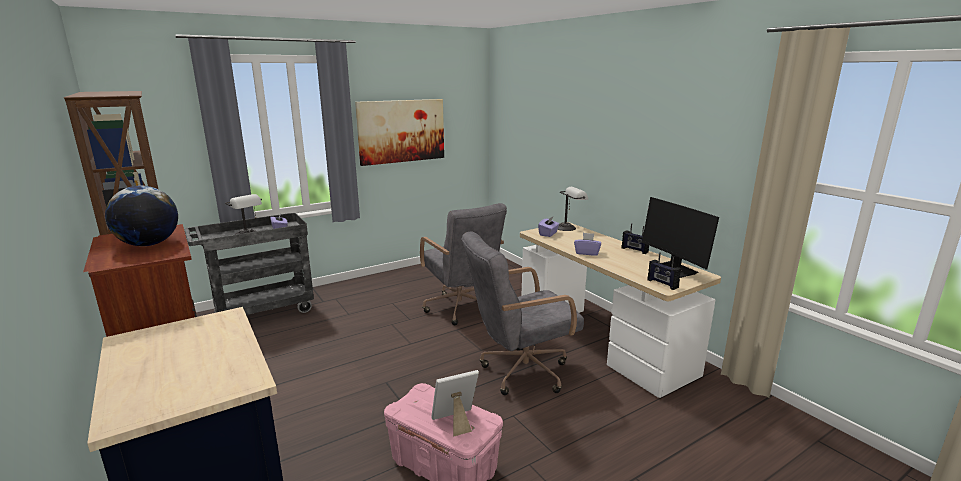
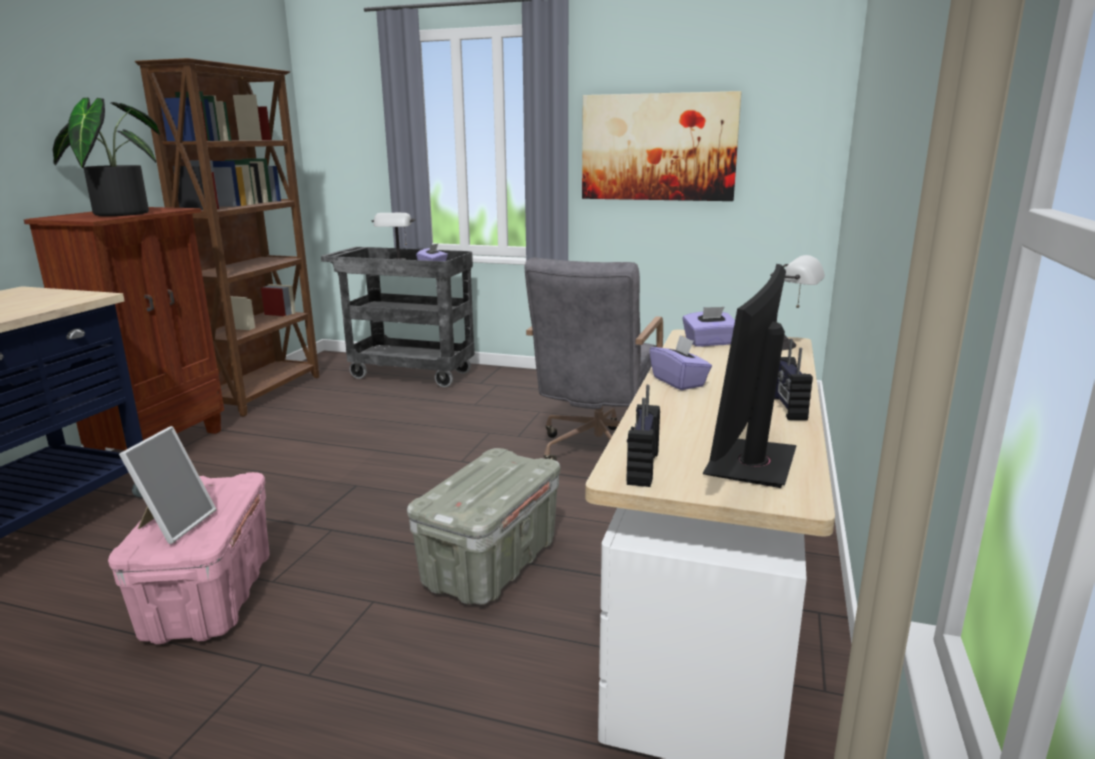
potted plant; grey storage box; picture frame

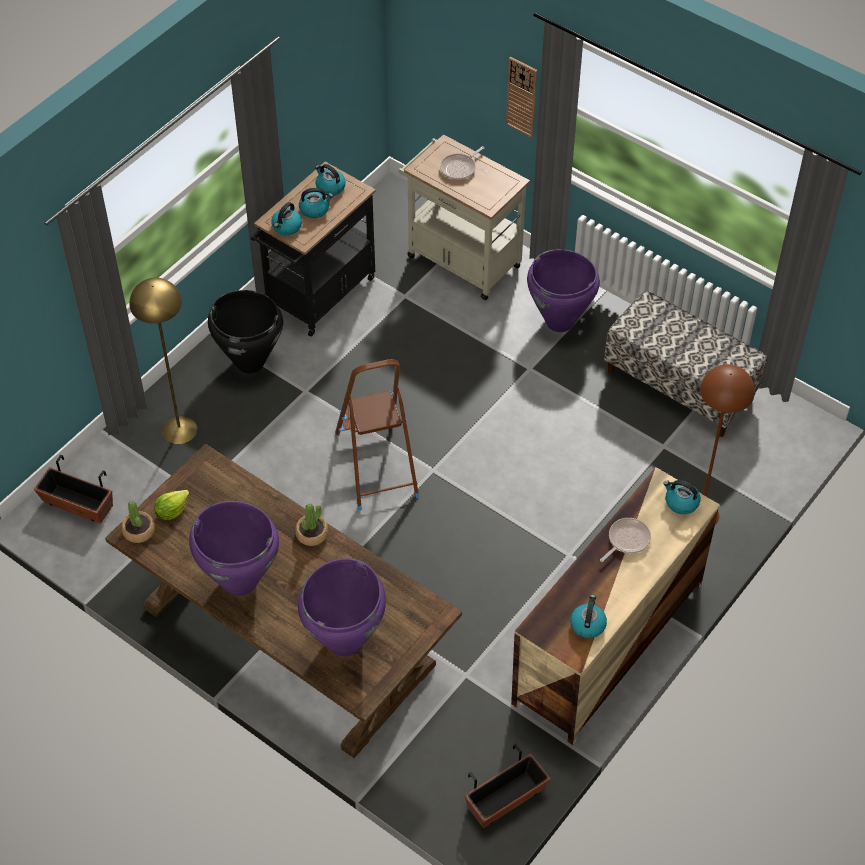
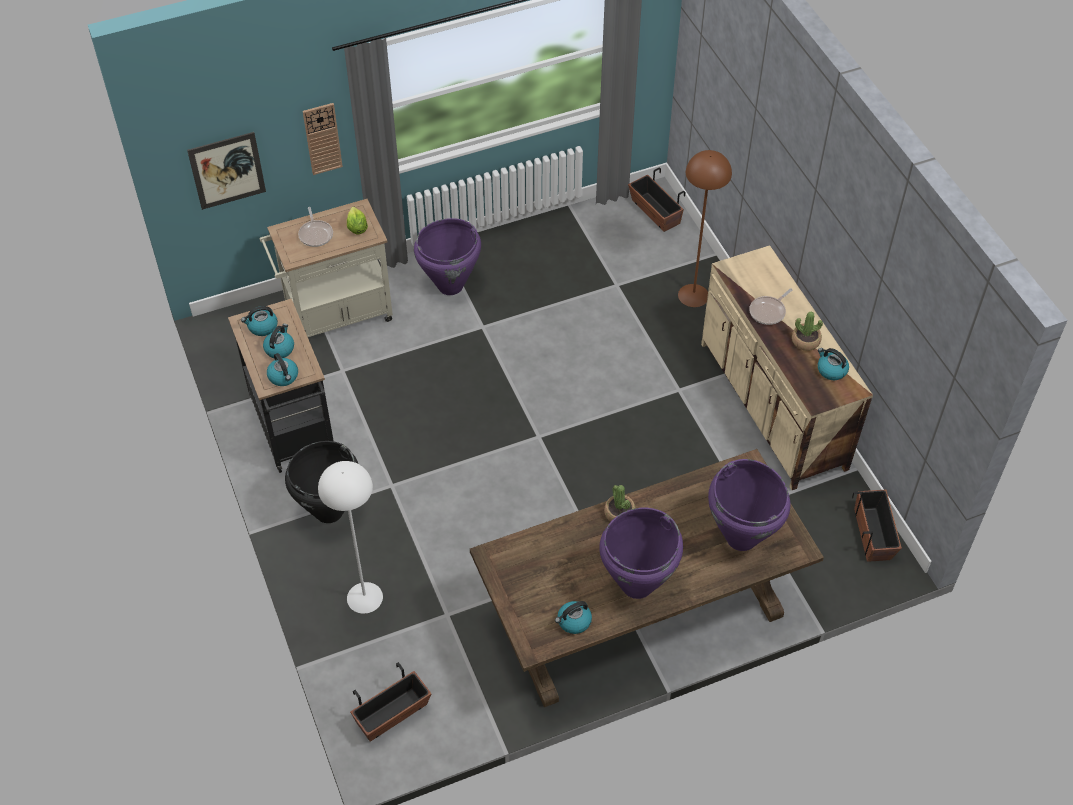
brown step ladder; bench; picture; planter (2nd from left); potted plant (2nd from left); lettuce; kettle (4th from left); white floor lamp; frying pan (2nd from left)

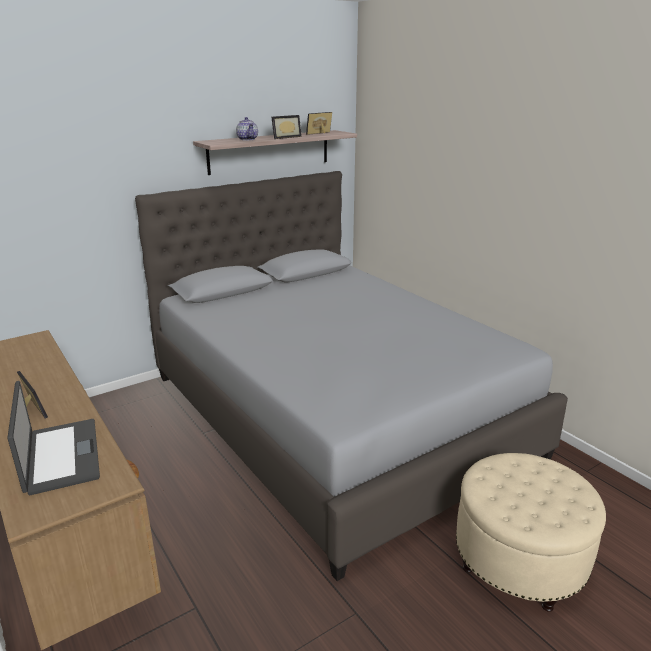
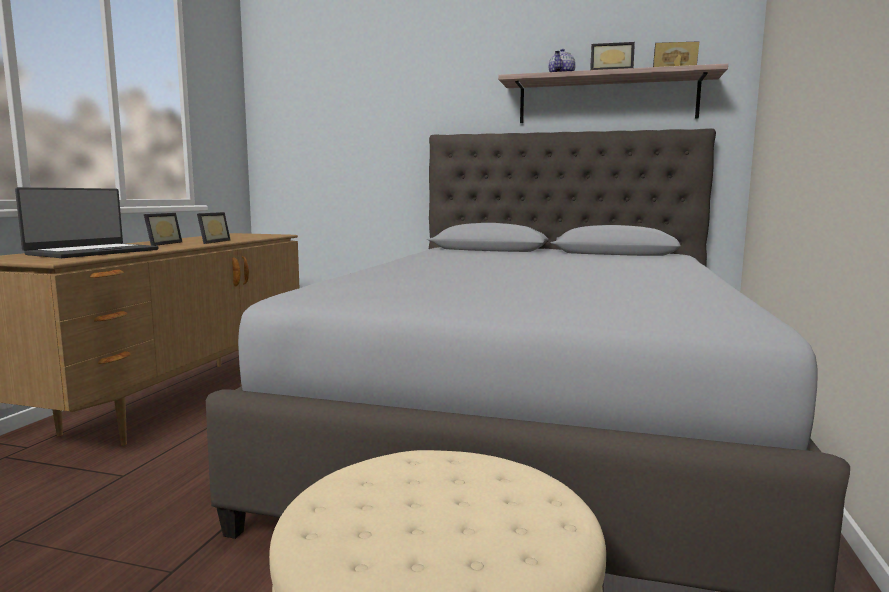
picture frame (2nd from left)

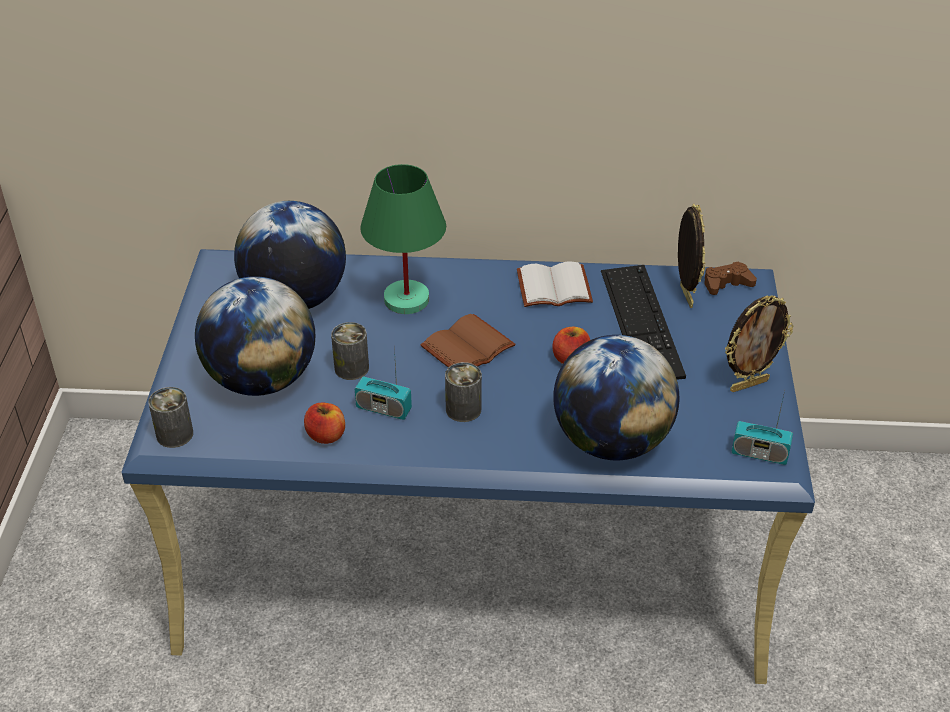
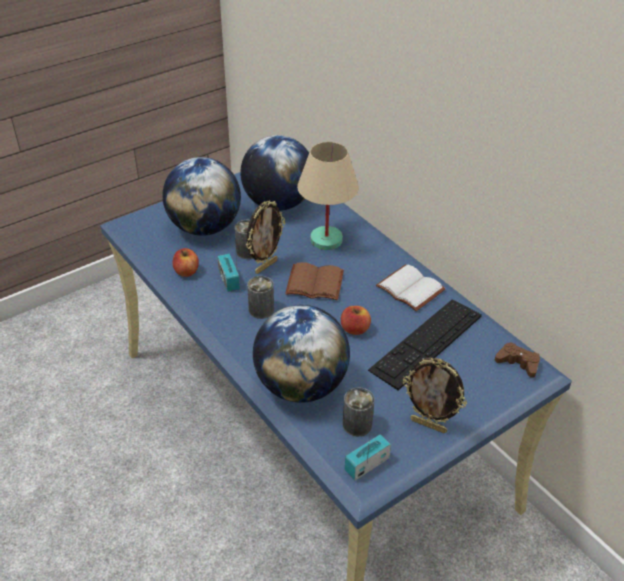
can (3rd from left); picture frame (1st from left); beige table lamp; radio (2nd from left)

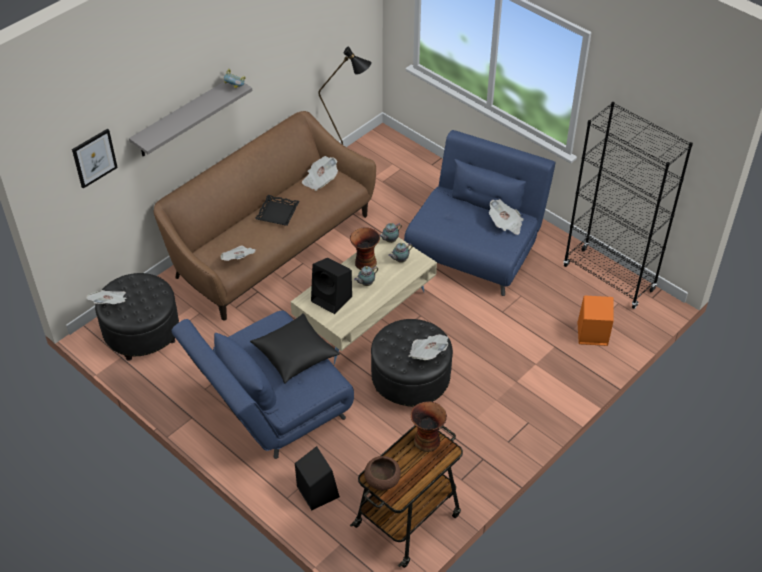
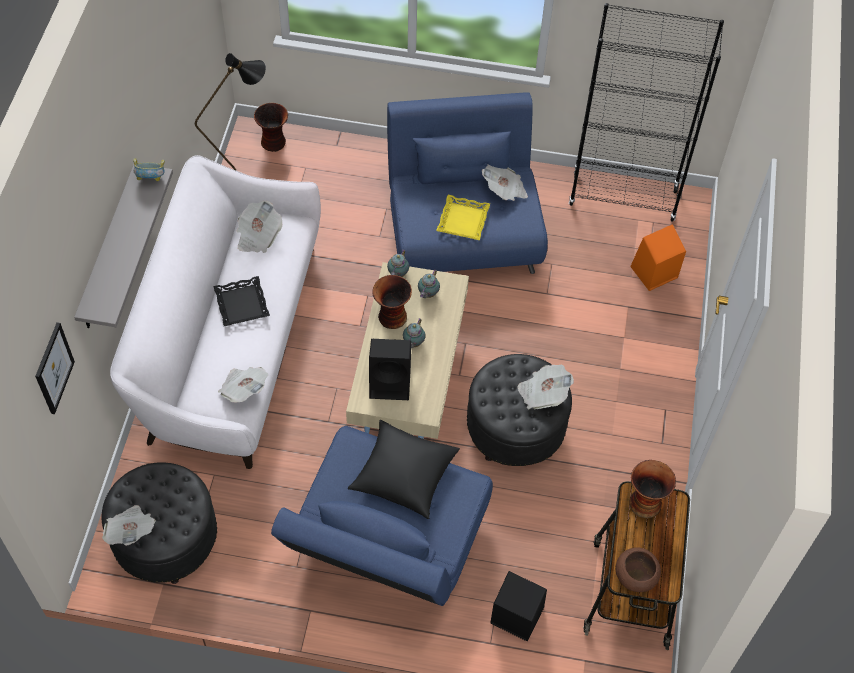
vase (1st from left); yellow tray; white sofa

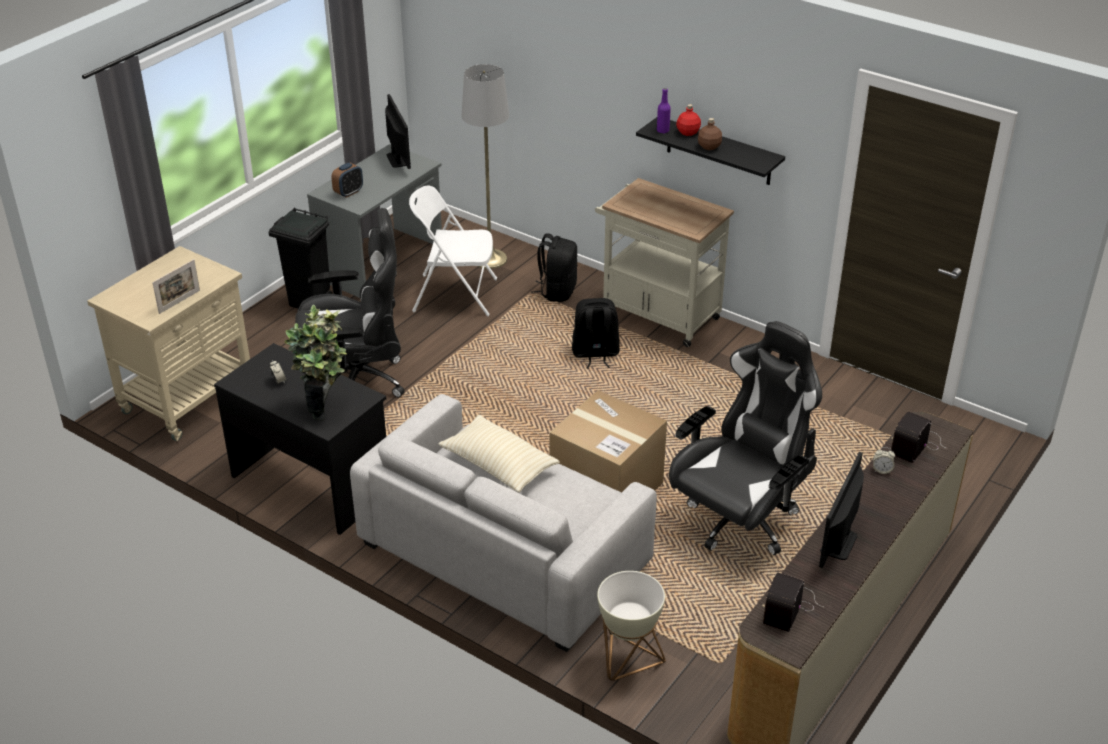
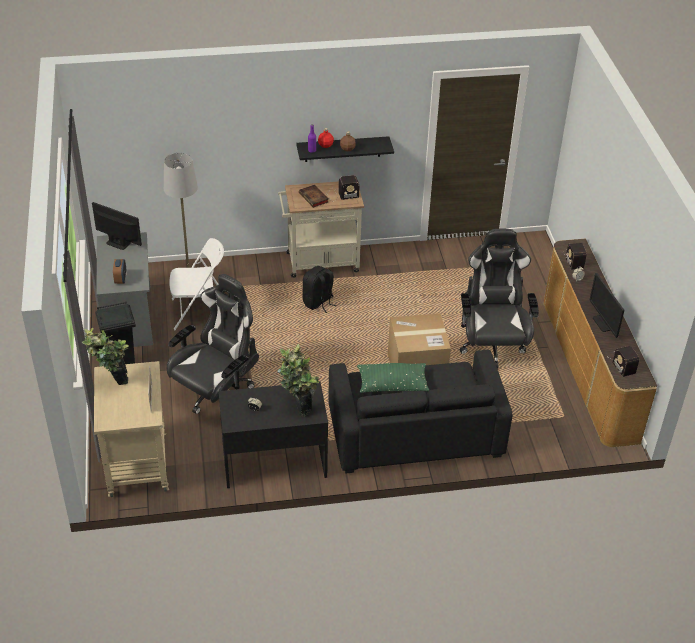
black backpack (1st from left in the first image); planter; potted plant (1st from left); book; radio (1st from left); black sofa; green pillow; white chair

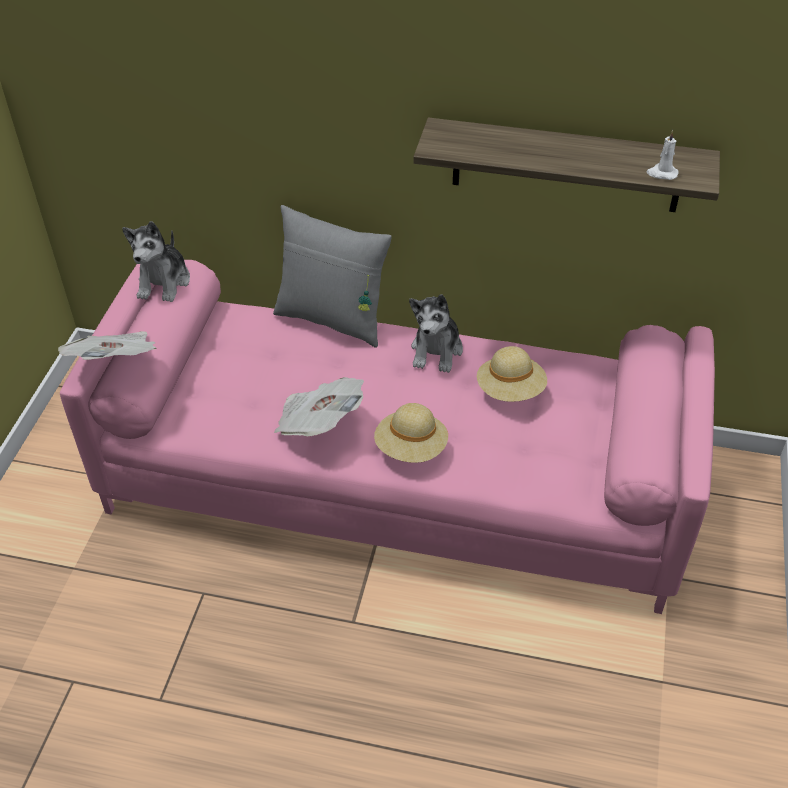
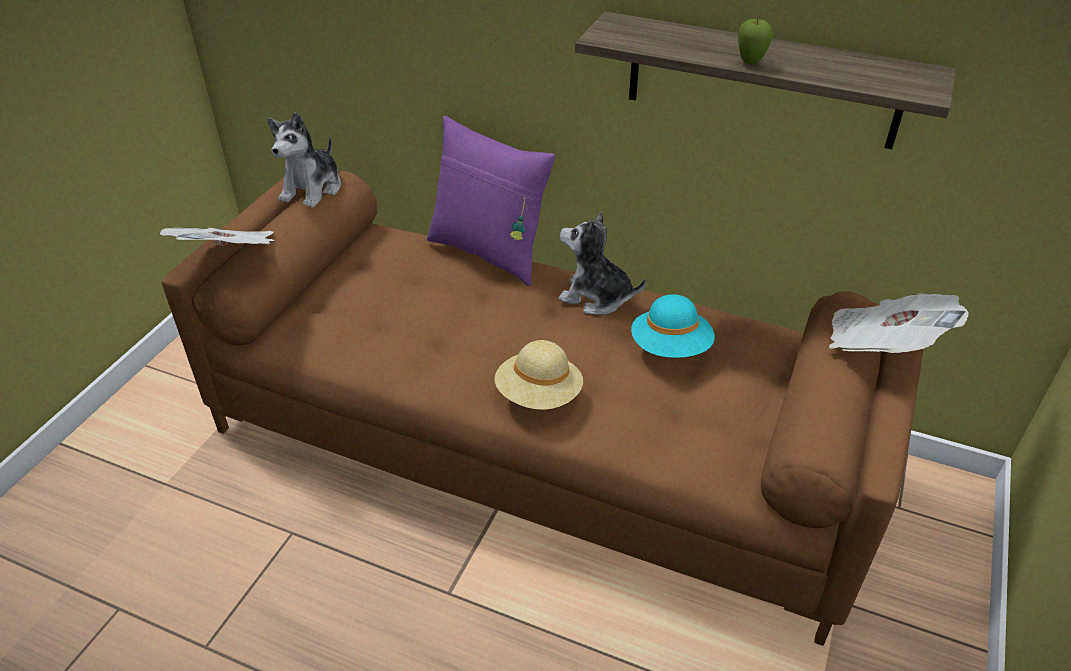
white candle; apple; newspaper (2nd from left); brown sofa; purple pillow; turquoise hat; plush toy (2nd from left)

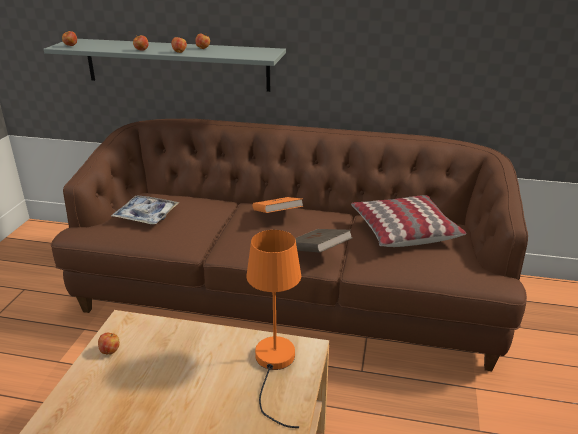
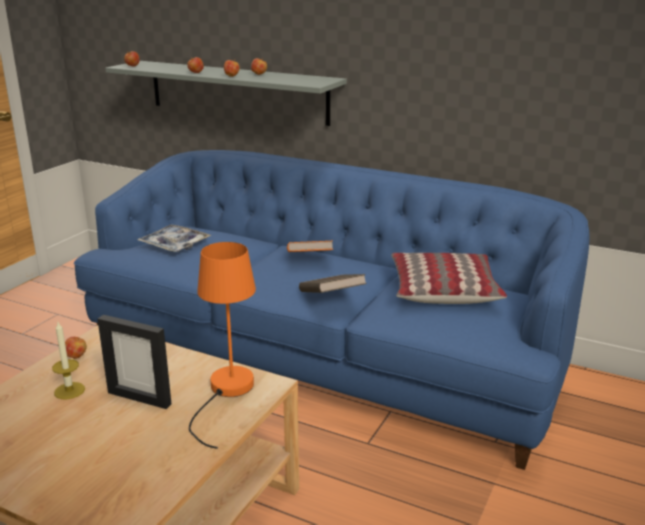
candle; picture frame; blue sofa

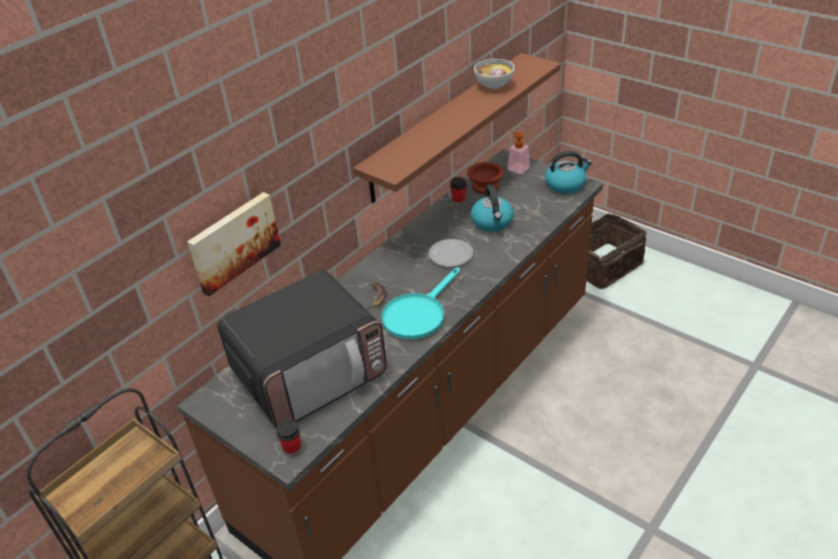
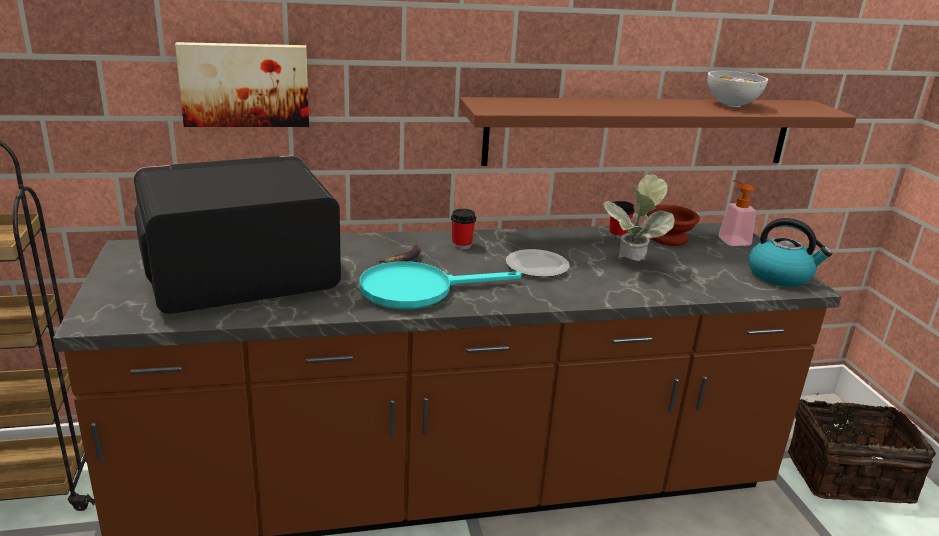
cup (1st from left); potted plant; microwave

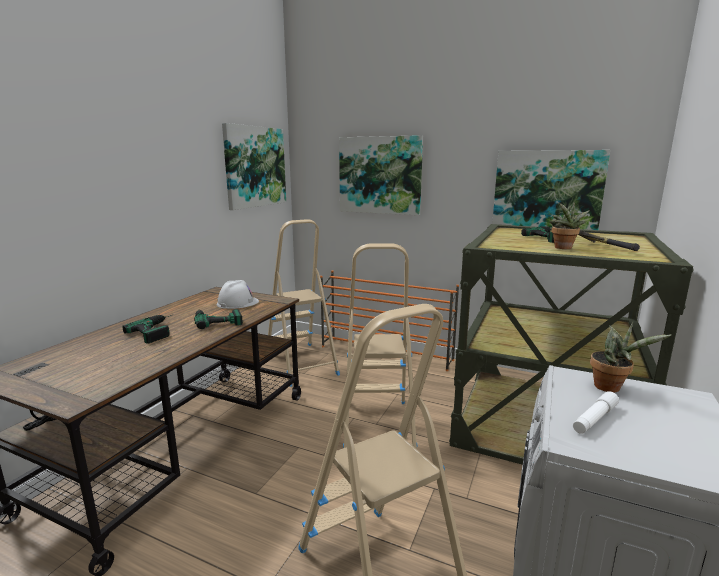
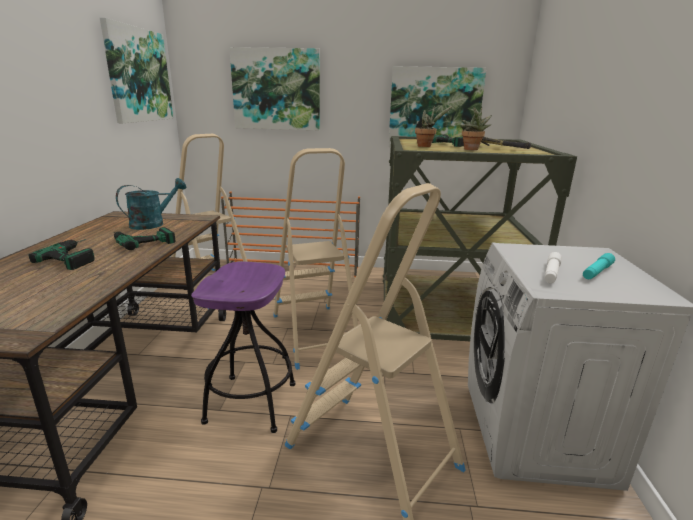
purple stool; turquoise flashlight; potted plant (1st from left); turquoise watering can

